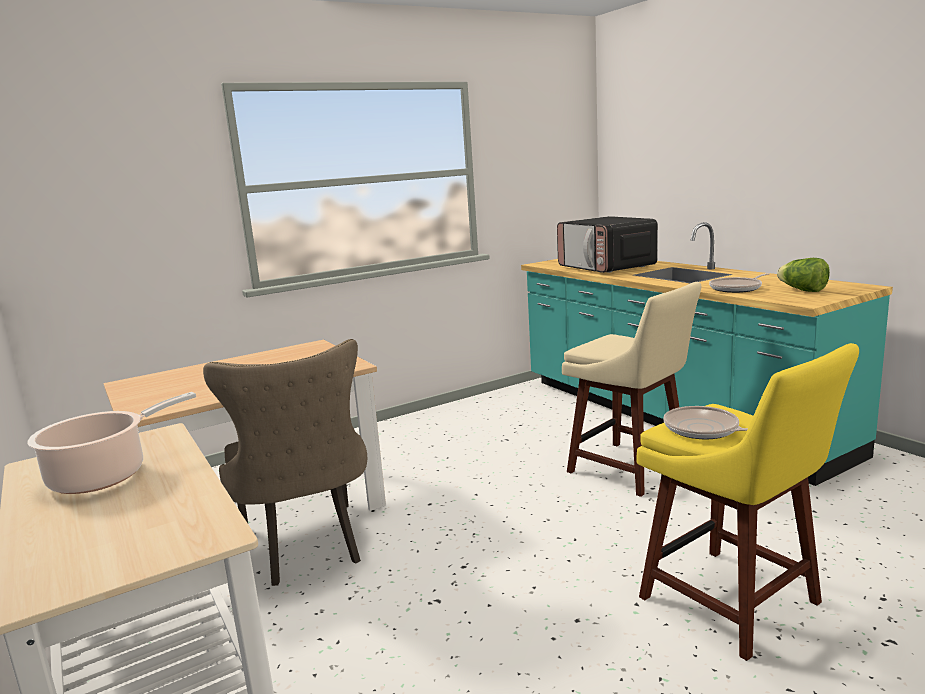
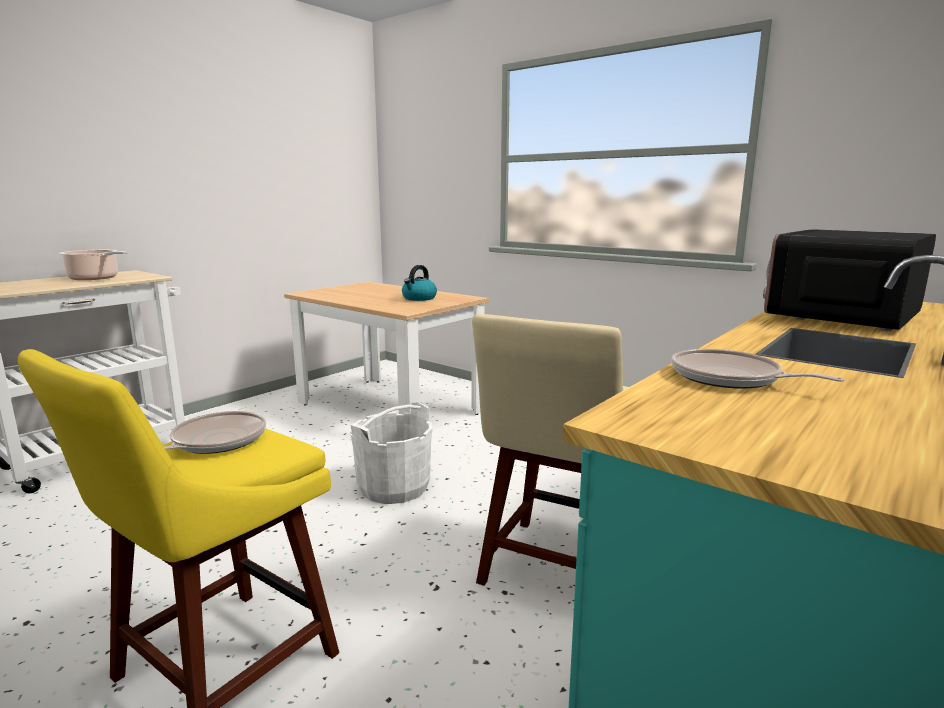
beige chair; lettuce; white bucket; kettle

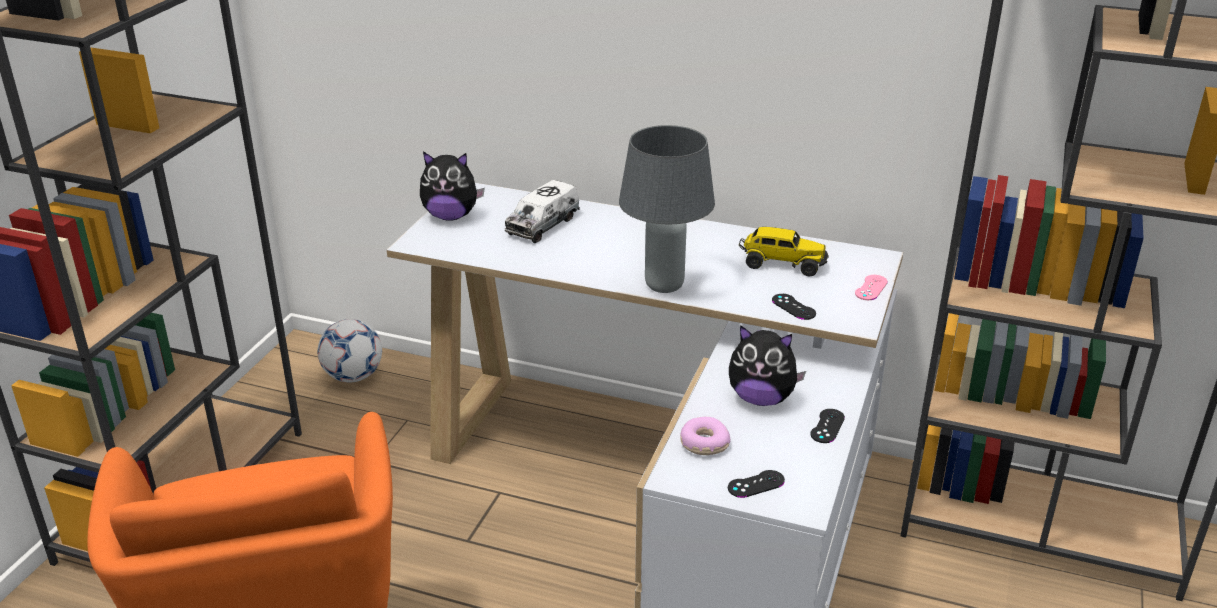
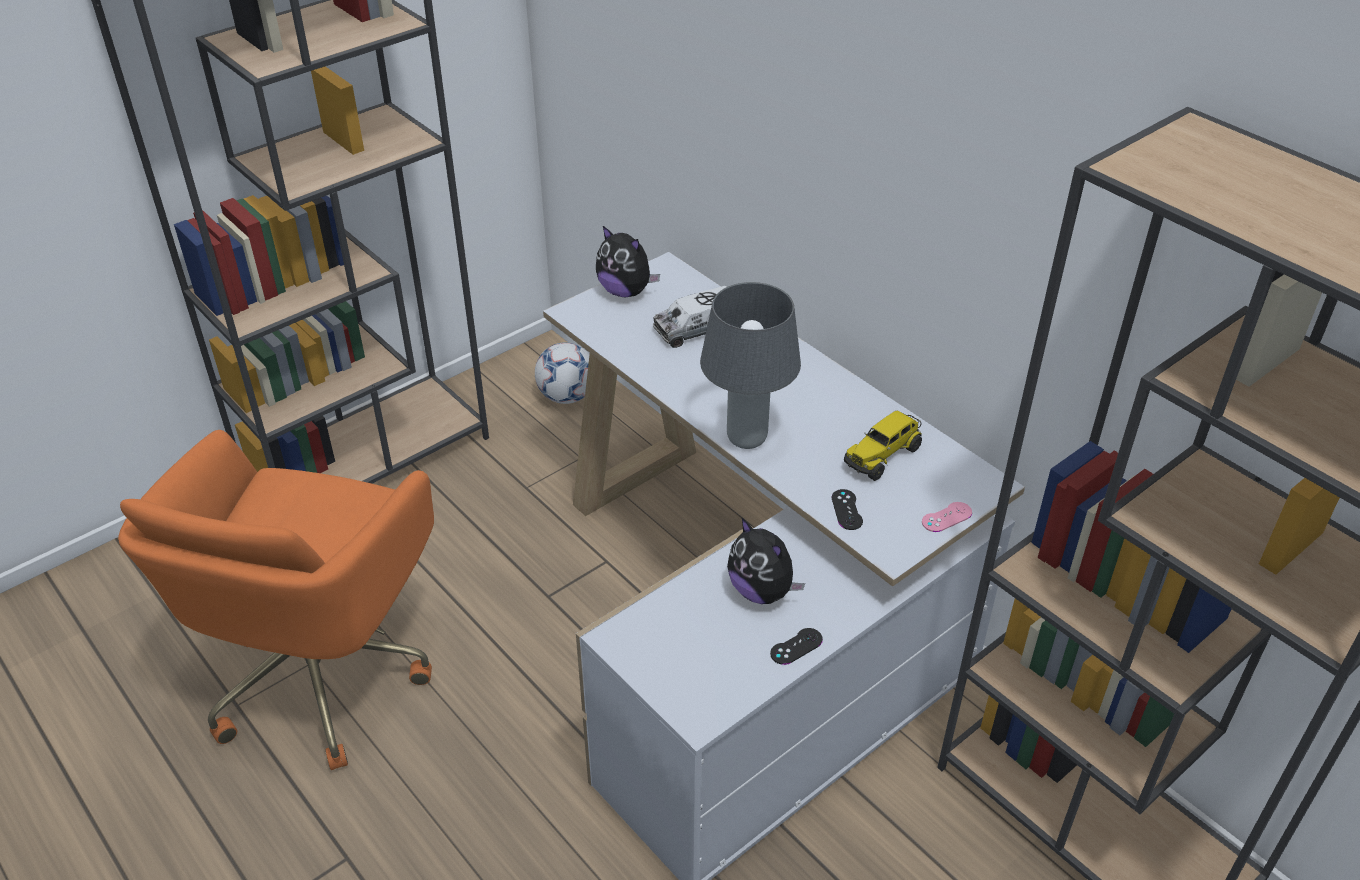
donut; black game controller (1st from left in the first image); toy truck (2nd from left)

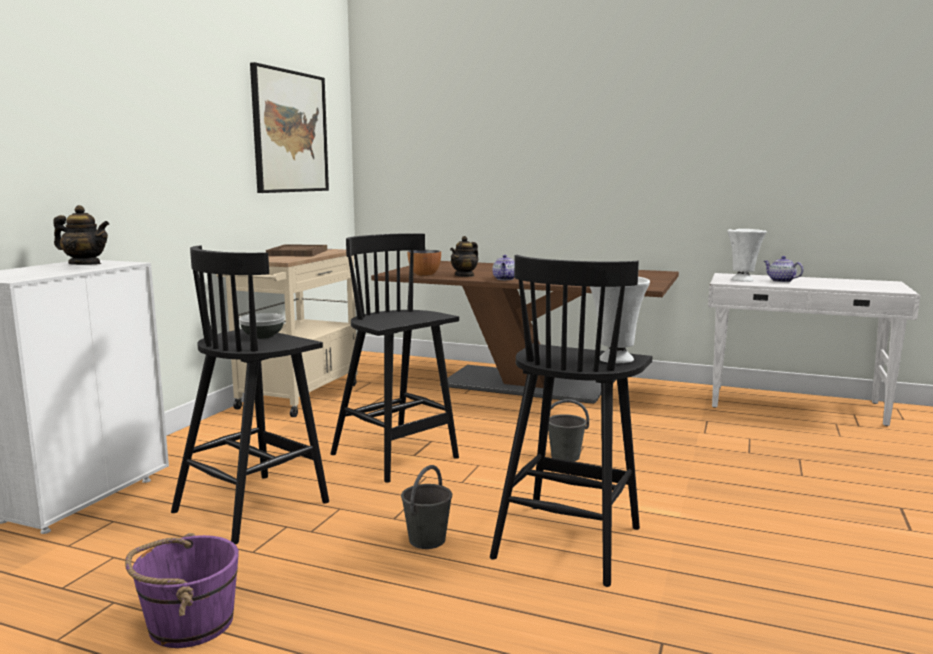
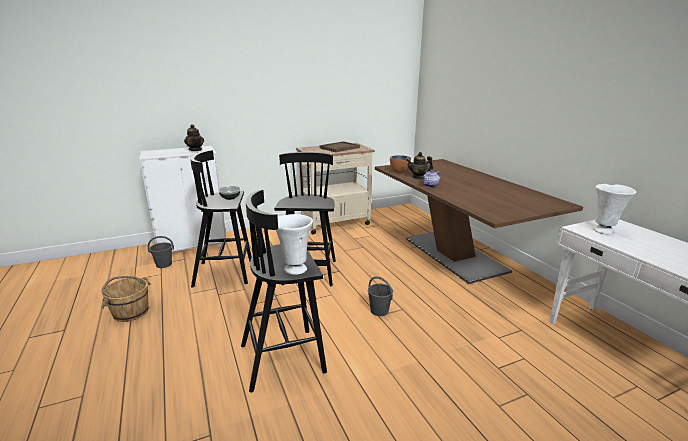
picture; teapot (4th from left in the first image); grey bucket (1st from left); brown bucket

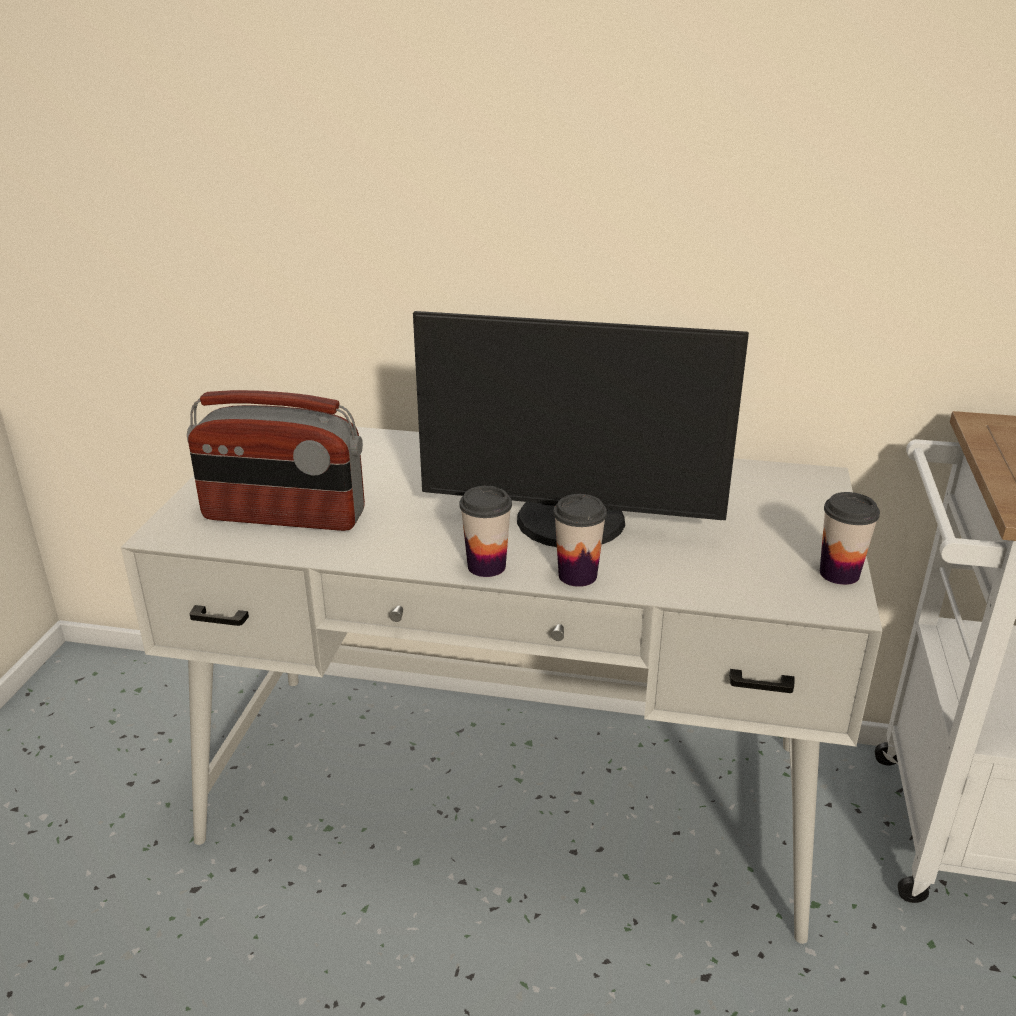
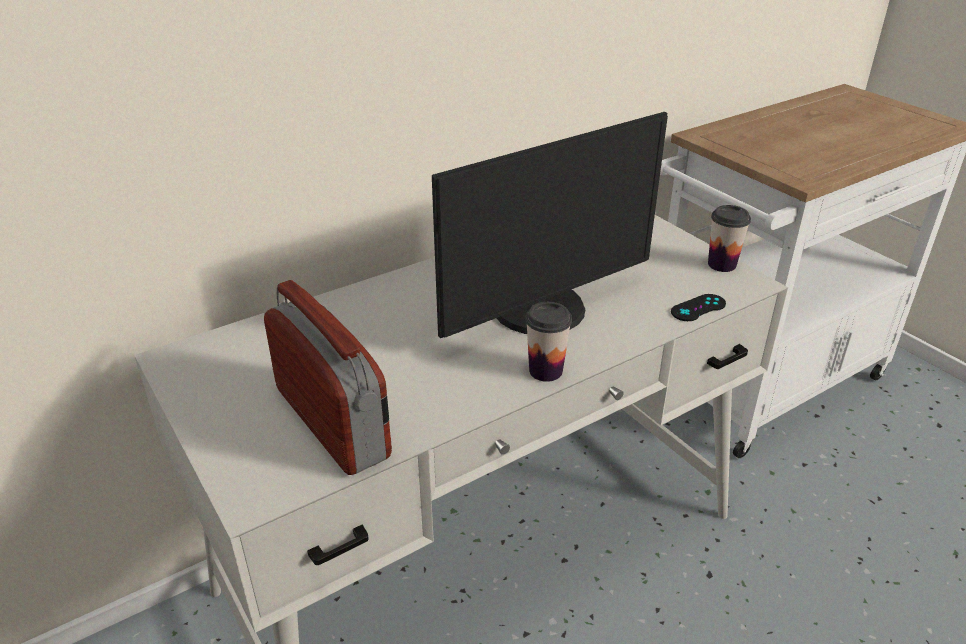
cup (2nd from left in the first image); black game controller; radio

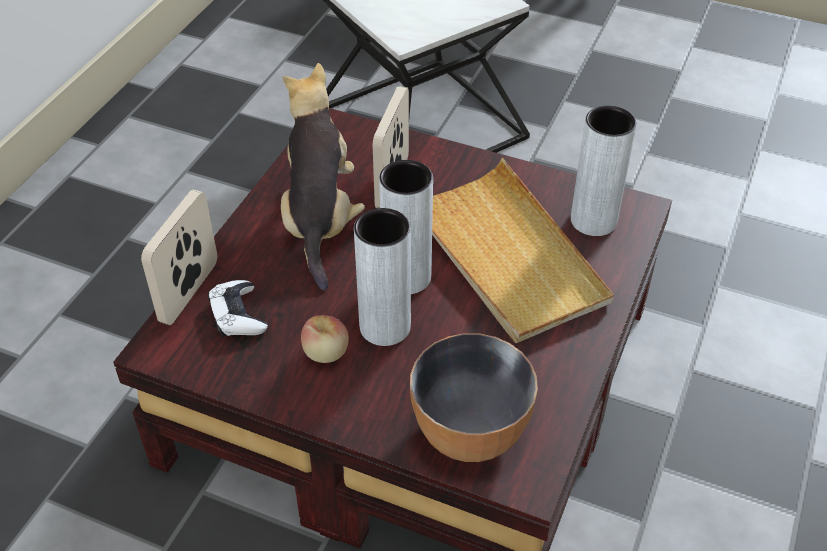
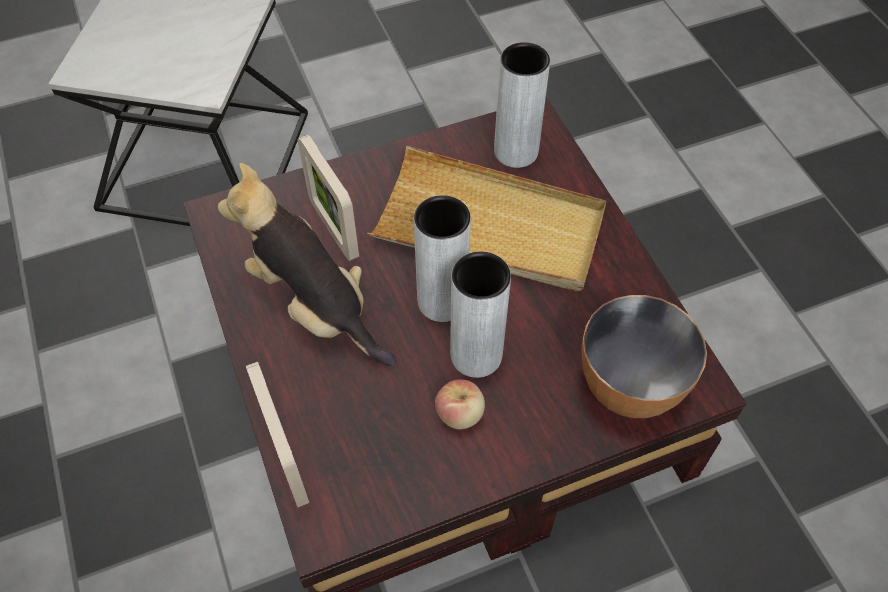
white game controller

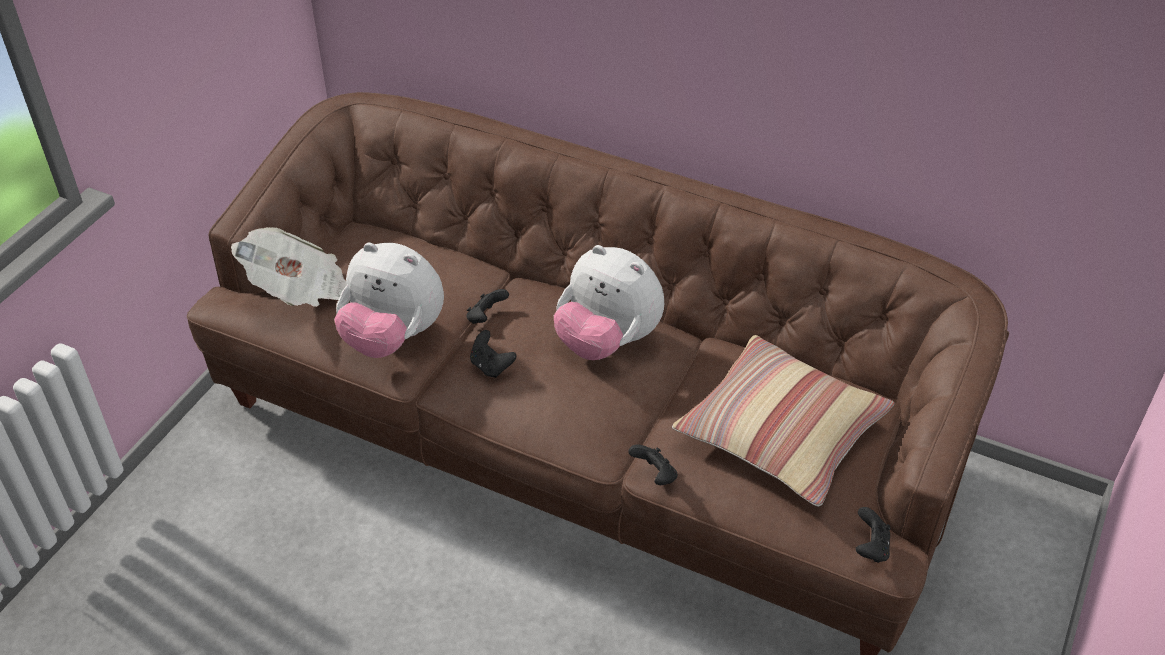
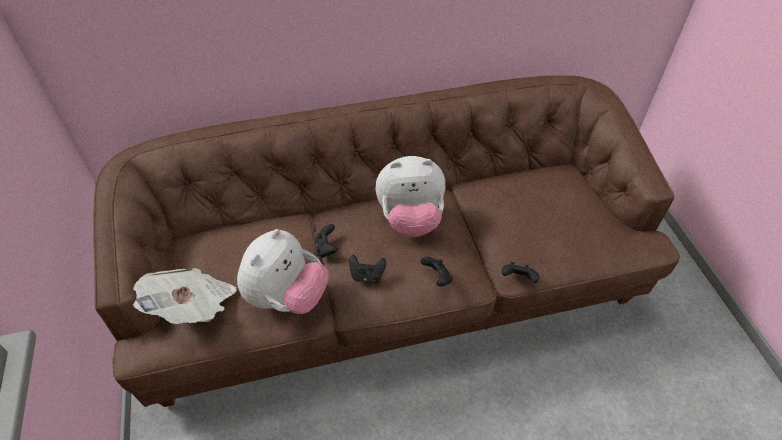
pillow; black game controller (3rd from left); plush toy (1st from left)

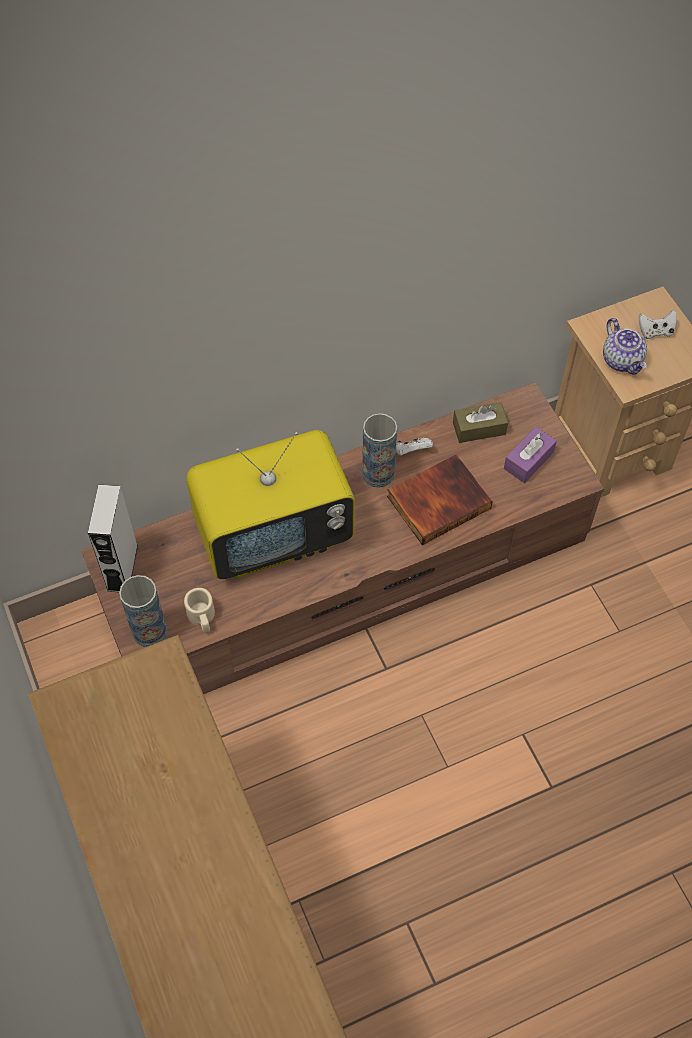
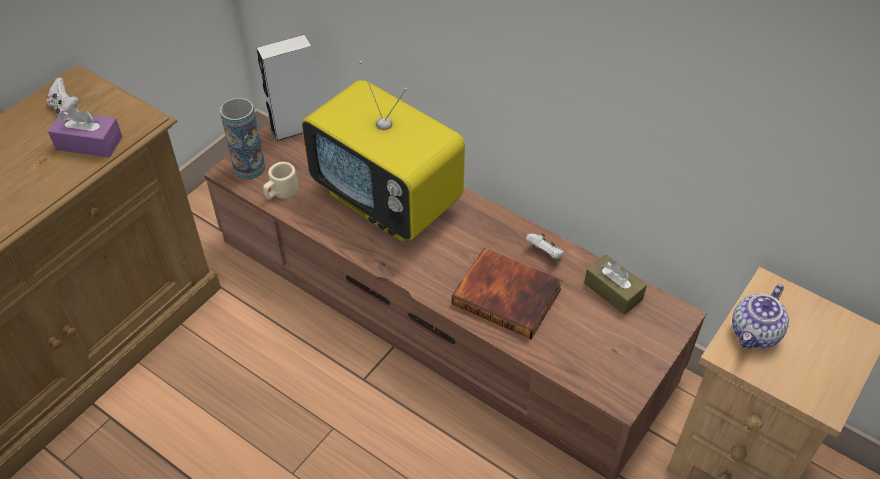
vase (2nd from left in the first image); purple tissue box; white game controller (1st from left)

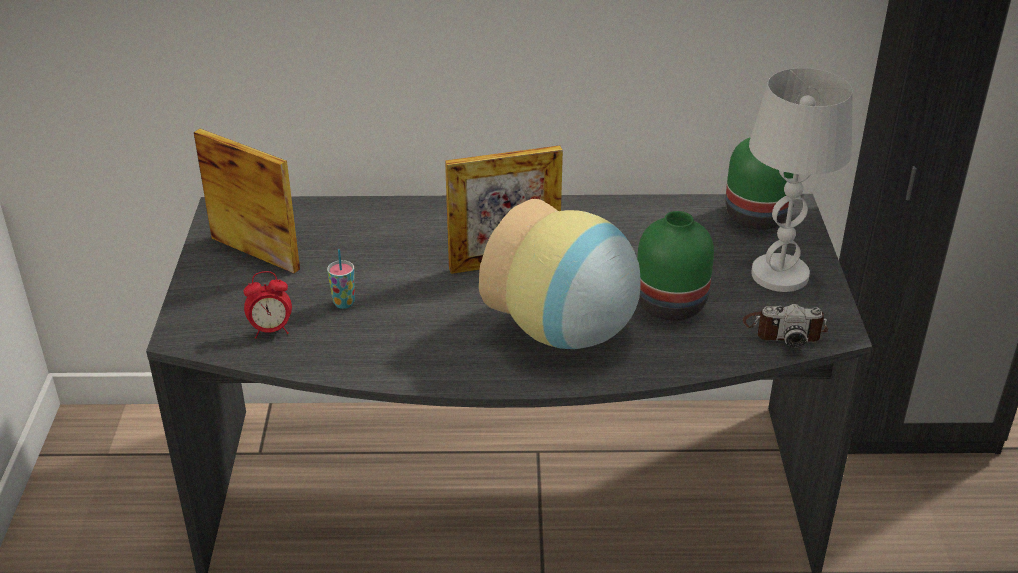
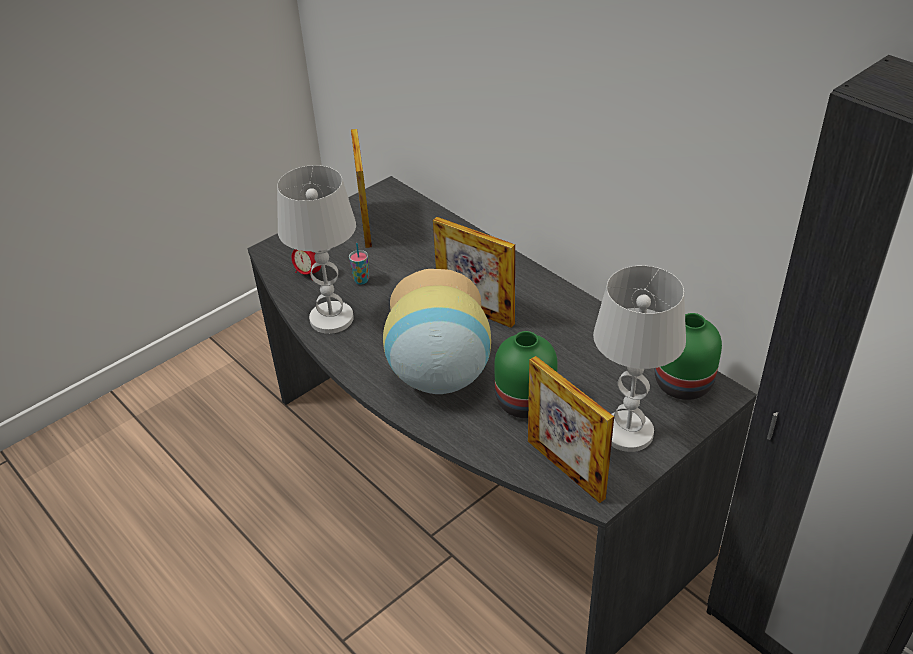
white table lamp (1st from left); picture frame (3rd from left)

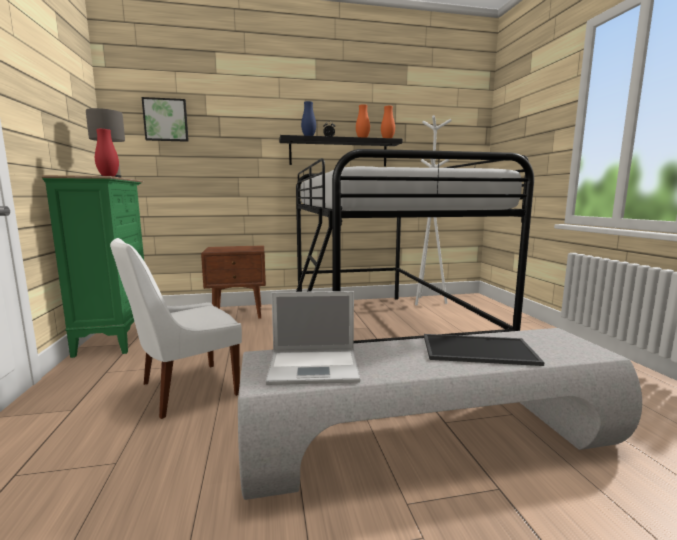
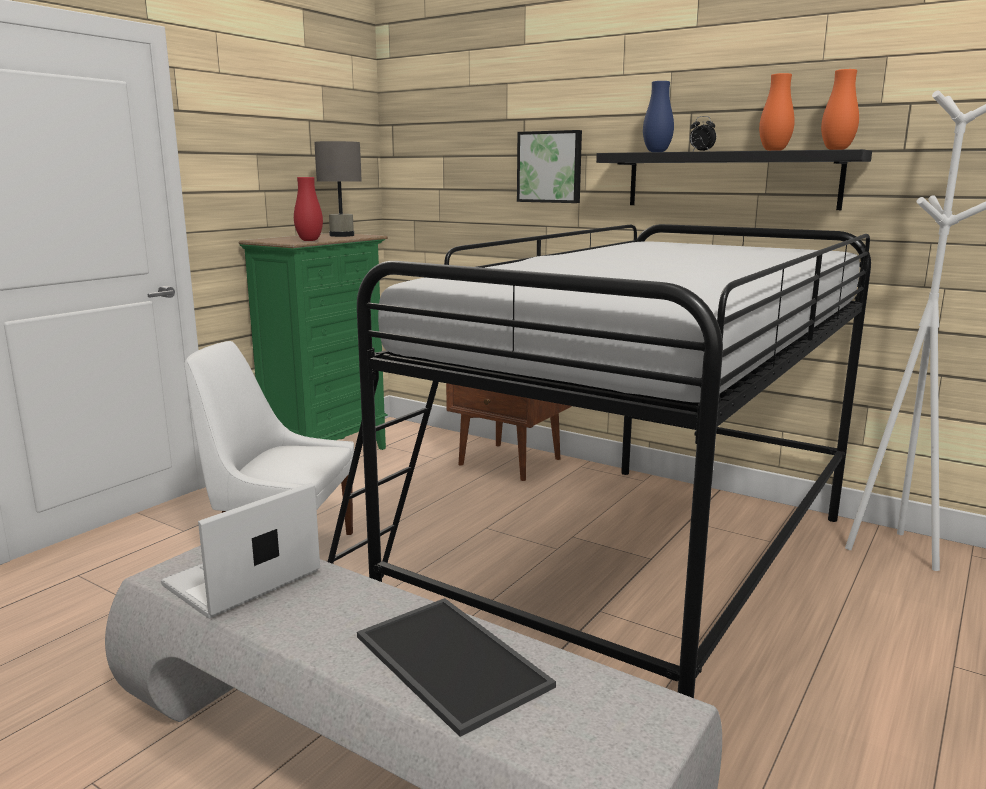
picture; laptop

